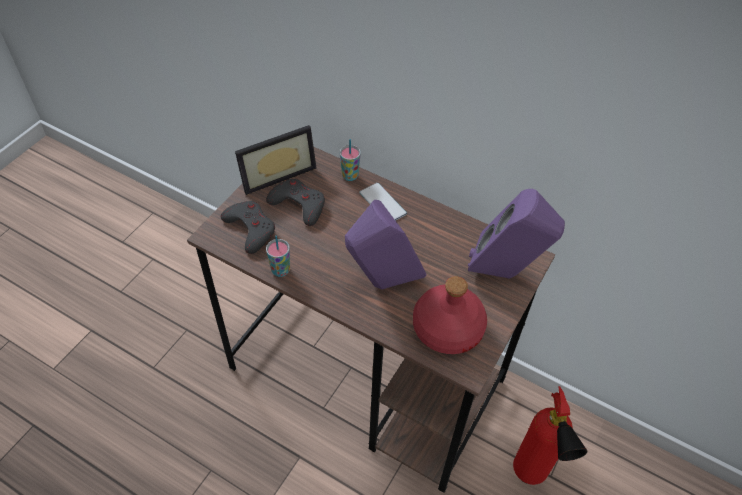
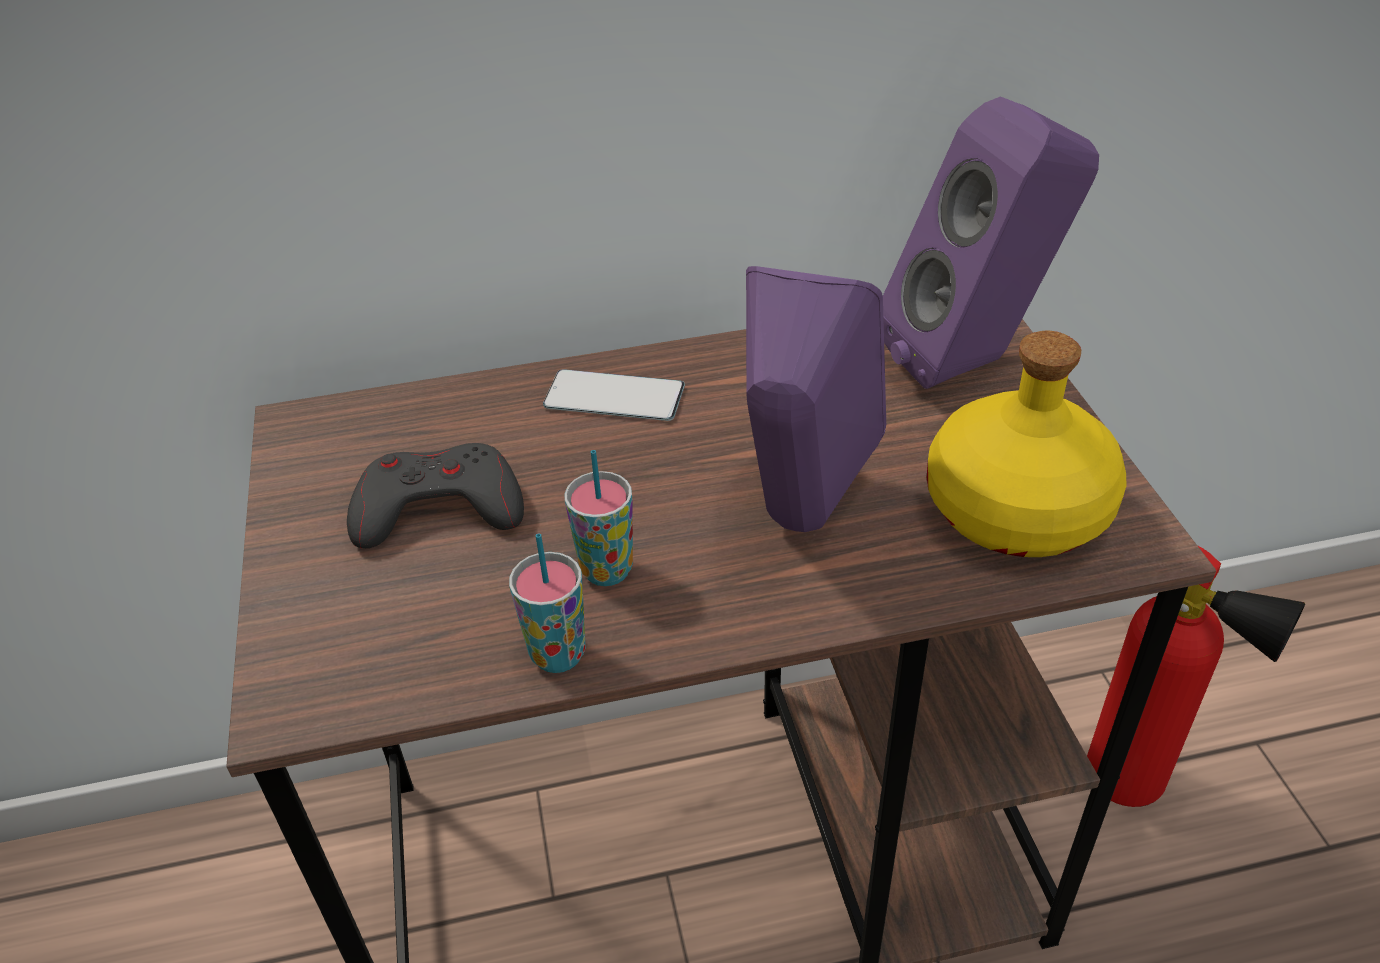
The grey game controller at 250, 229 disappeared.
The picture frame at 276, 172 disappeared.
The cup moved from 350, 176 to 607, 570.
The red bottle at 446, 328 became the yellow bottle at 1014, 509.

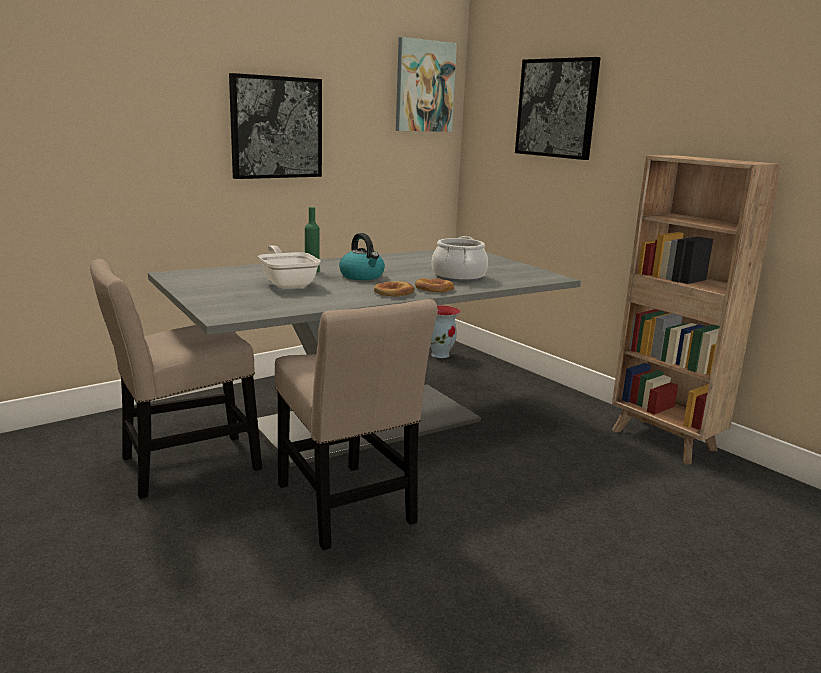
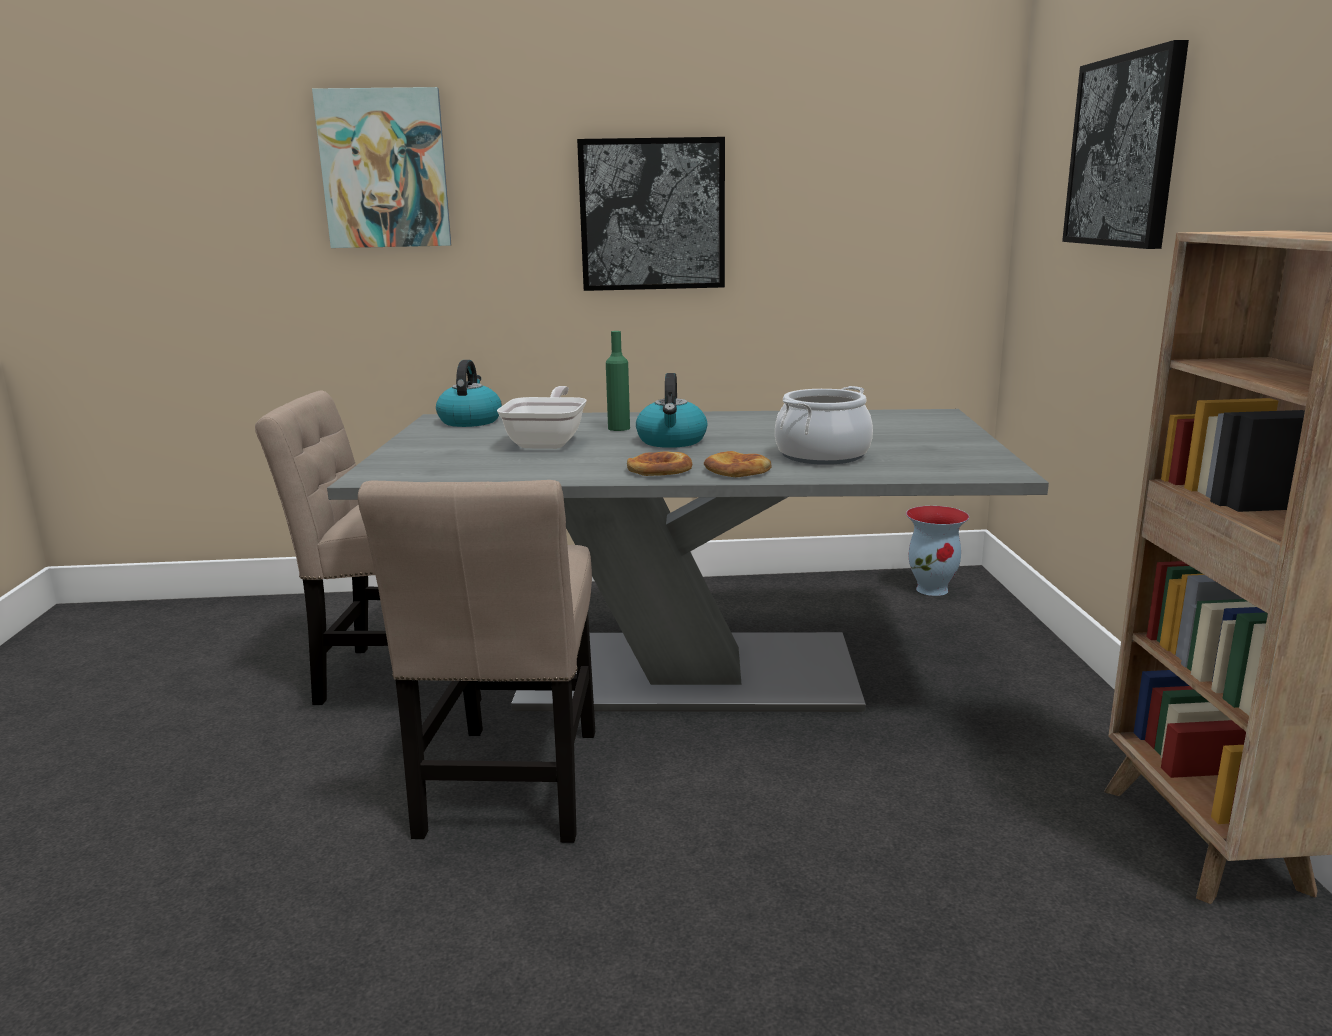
The kettle at 470, 421 appeared.
The picture moved from 424, 86 to 385, 169.

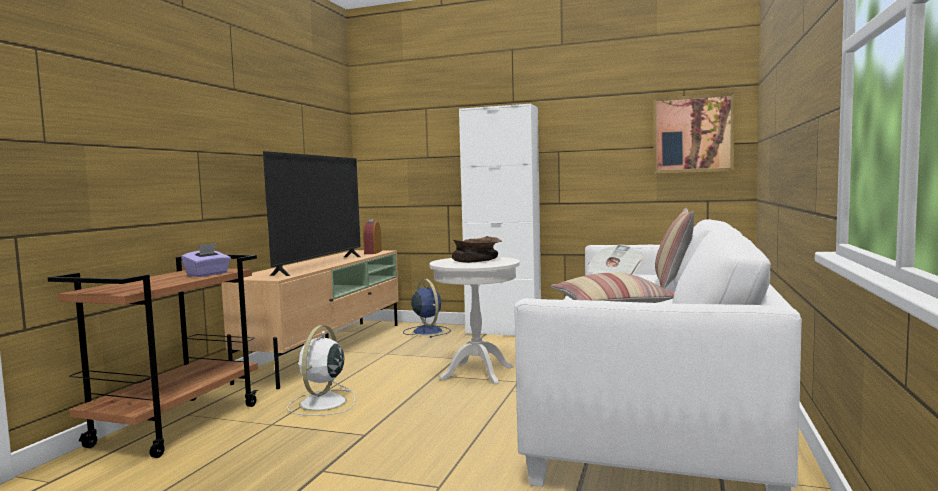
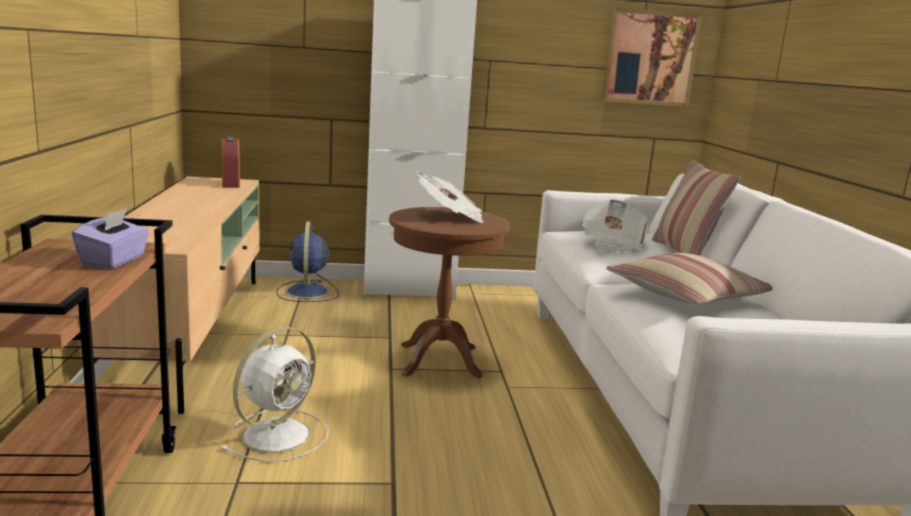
The television at 320, 265 disappeared.
The brown bowl at 477, 260 was replaced by the newspaper at 450, 217.
The white side table at 477, 373 became the brown side table at 440, 360.
The white fan at 322, 403 turned 135 degrees counterclockwise.
The blue fan at 427, 331 turned 135 degrees counterclockwise.

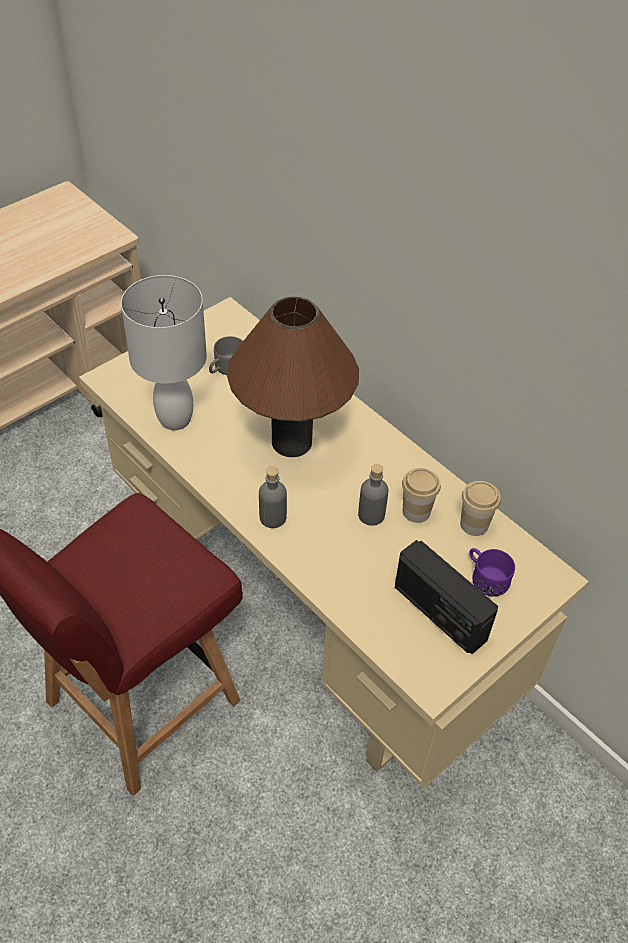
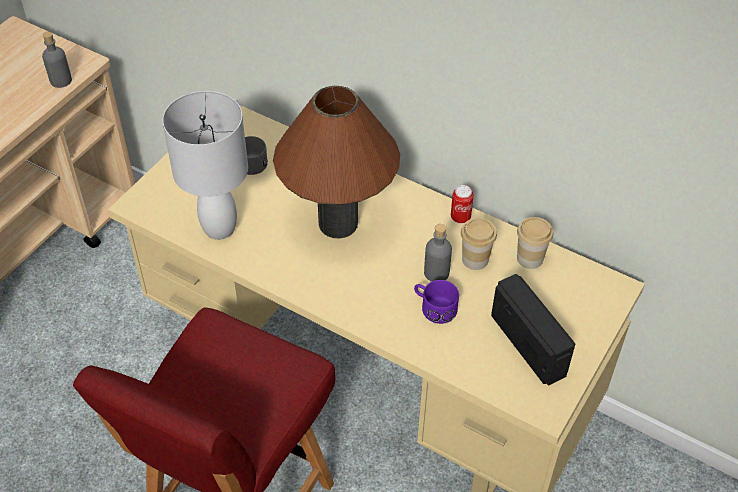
The can at 460, 217 appeared.
The grey bottle moved from 272, 517 to 61, 80.
The purple mug moved from 485, 577 to 434, 307.
The radio at 439, 612 turned 150 degrees counterclockwise.

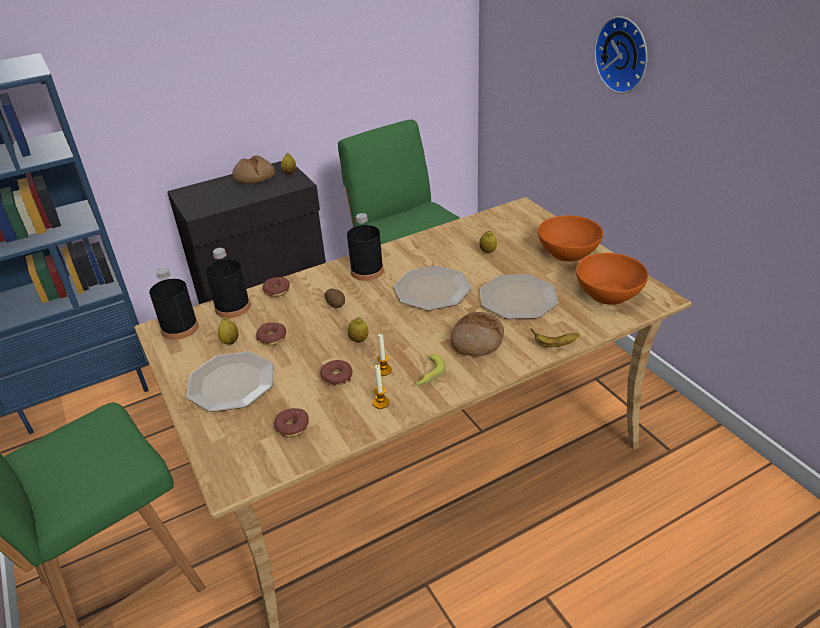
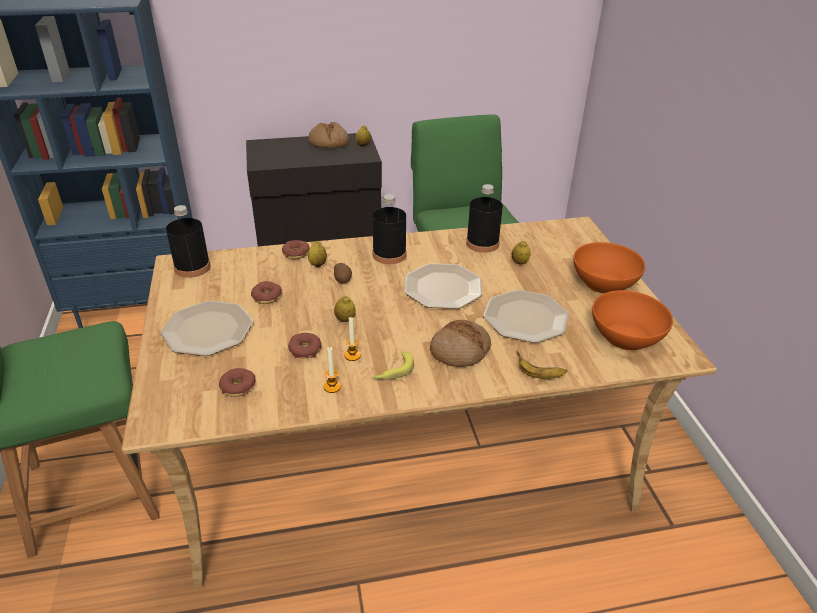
The wall clock at 624, 54 disappeared.
The black bottle moved from 233, 307 to 482, 243.
The lemon moved from 230, 341 to 318, 264.

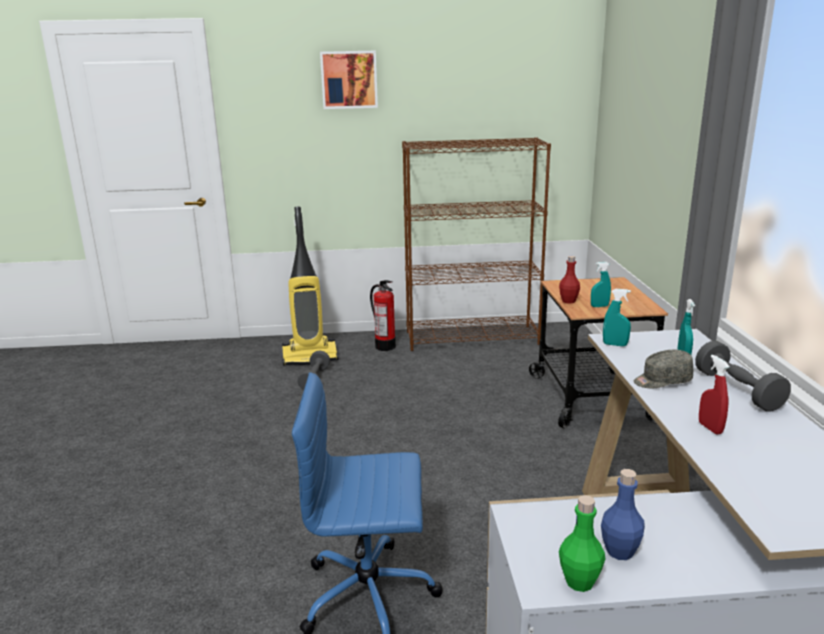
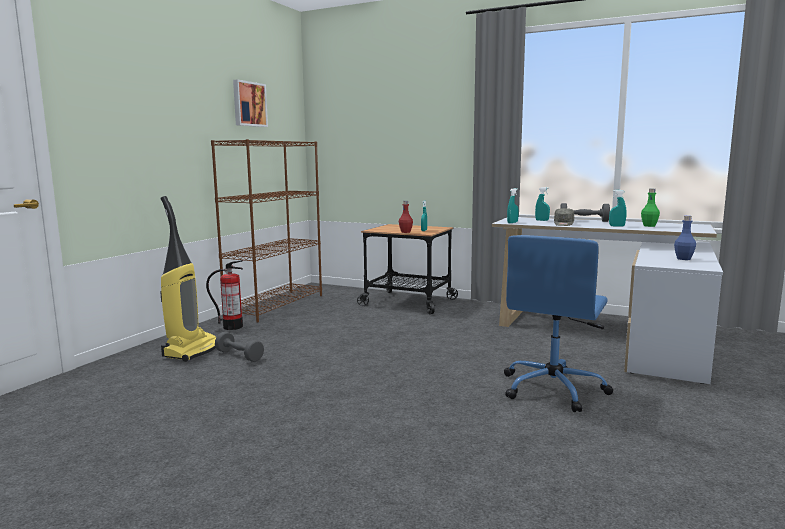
The picture moved from 349, 79 to 249, 104.
The green bottle moved from 579, 582 to 649, 226.
The red spray bottle at 710, 428 became the turquoise spray bottle at 616, 226.

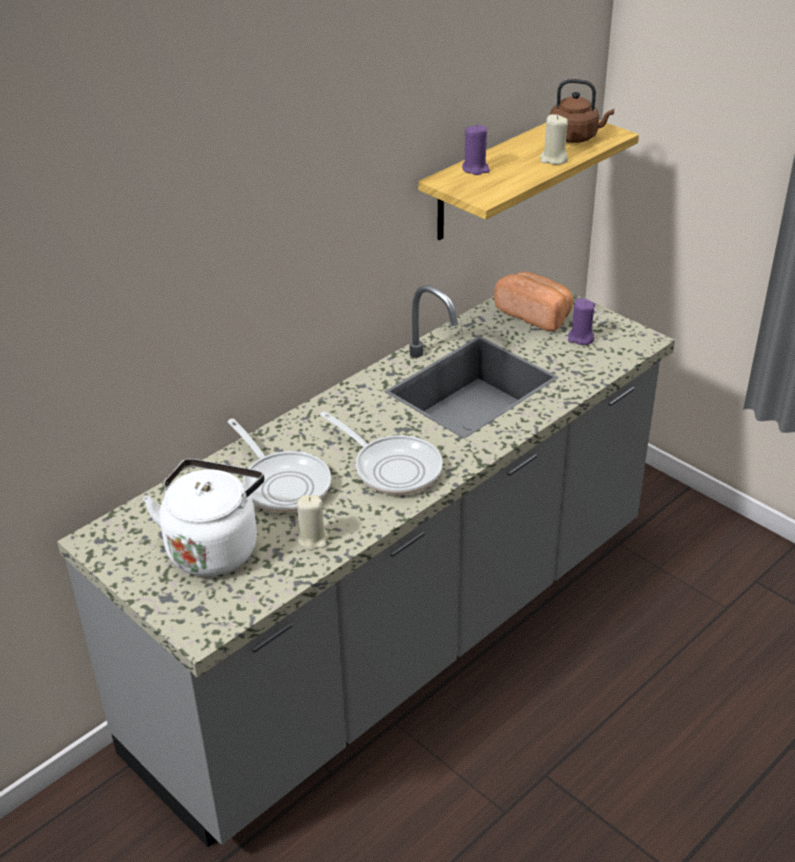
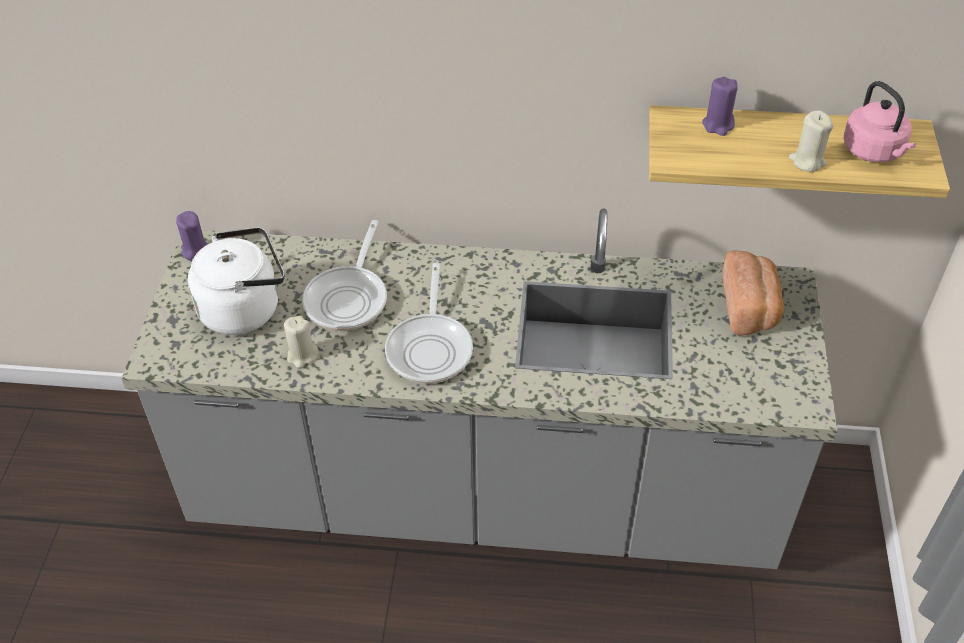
The purple candle moved from 580, 338 to 195, 250.
The brown kettle at 576, 137 became the pink kettle at 874, 152.

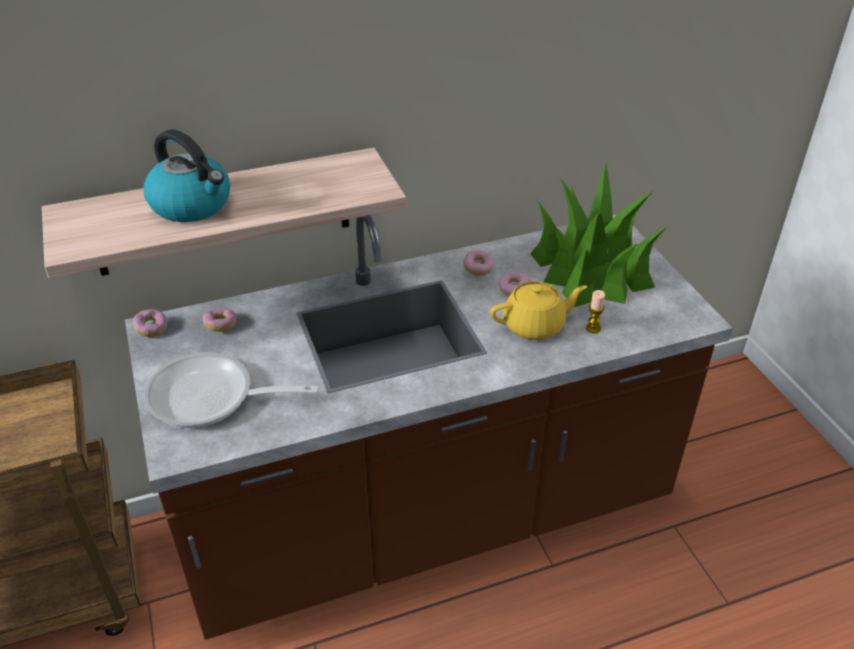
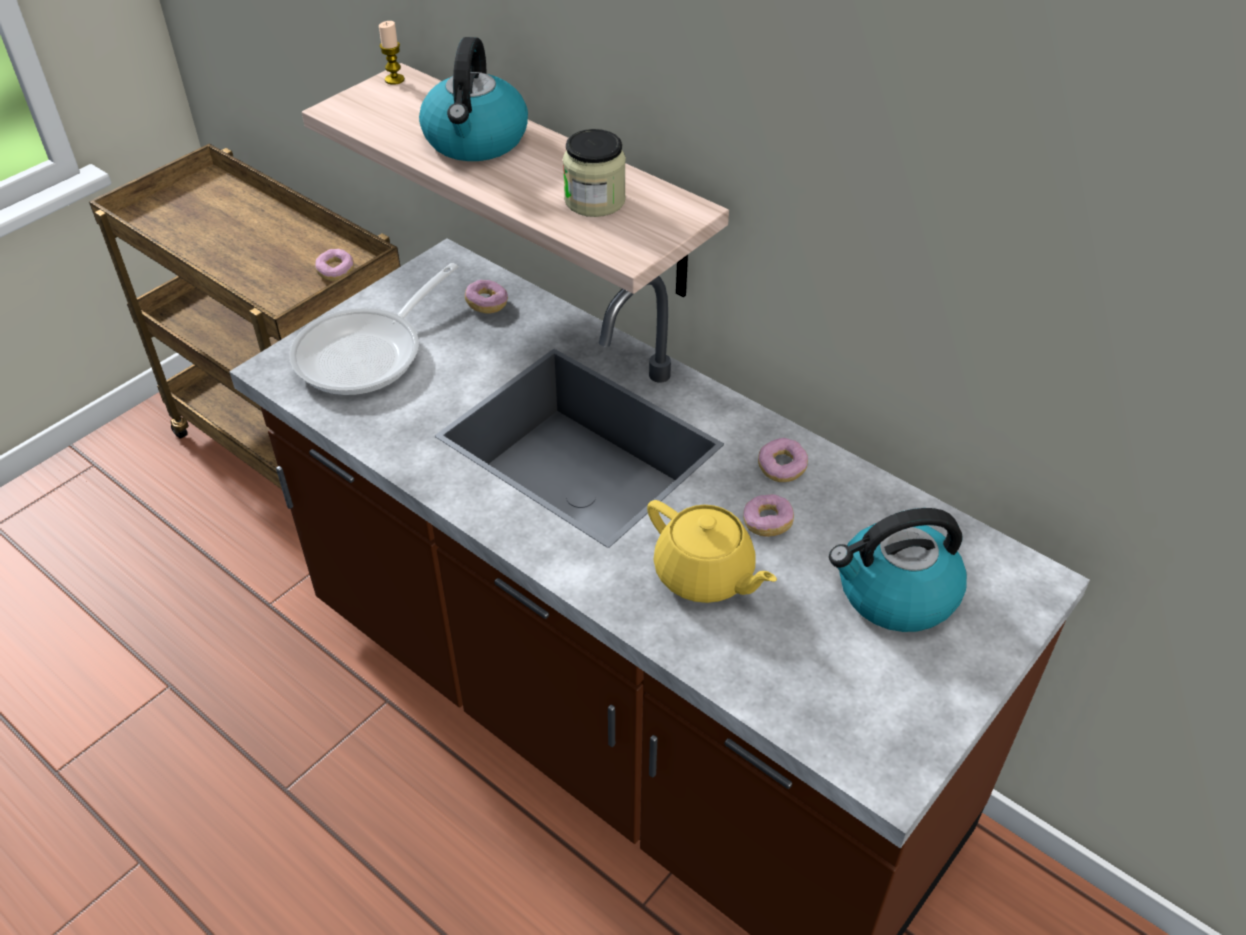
The jar at 595, 201 appeared.
The donut moved from 151, 329 to 336, 272.
The candle moved from 593, 328 to 394, 79.
The potted plant at 591, 270 was replaced by the kettle at 895, 593.
The frying pan at 210, 398 turned 120 degrees counterclockwise.

